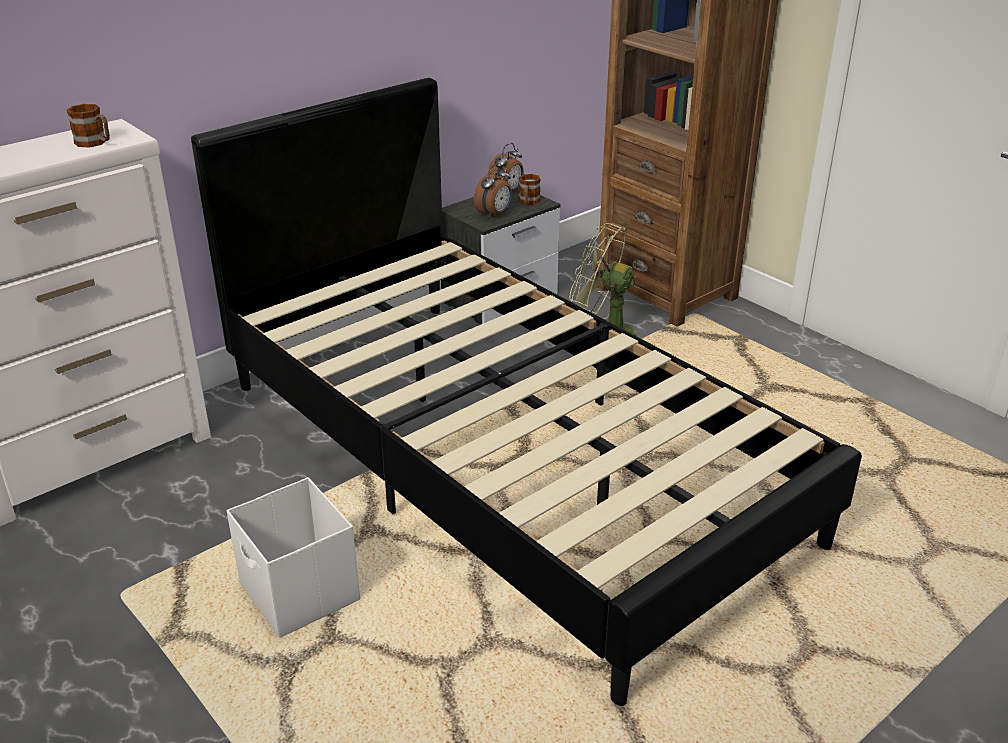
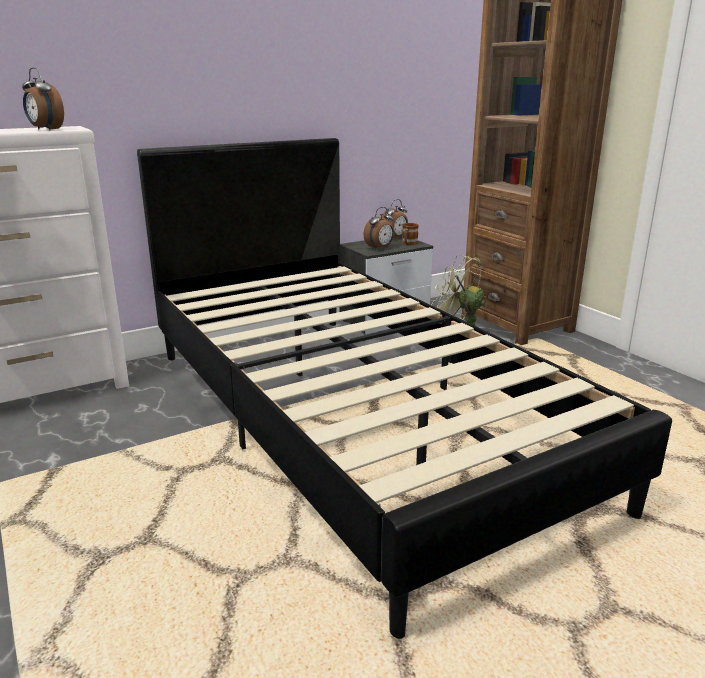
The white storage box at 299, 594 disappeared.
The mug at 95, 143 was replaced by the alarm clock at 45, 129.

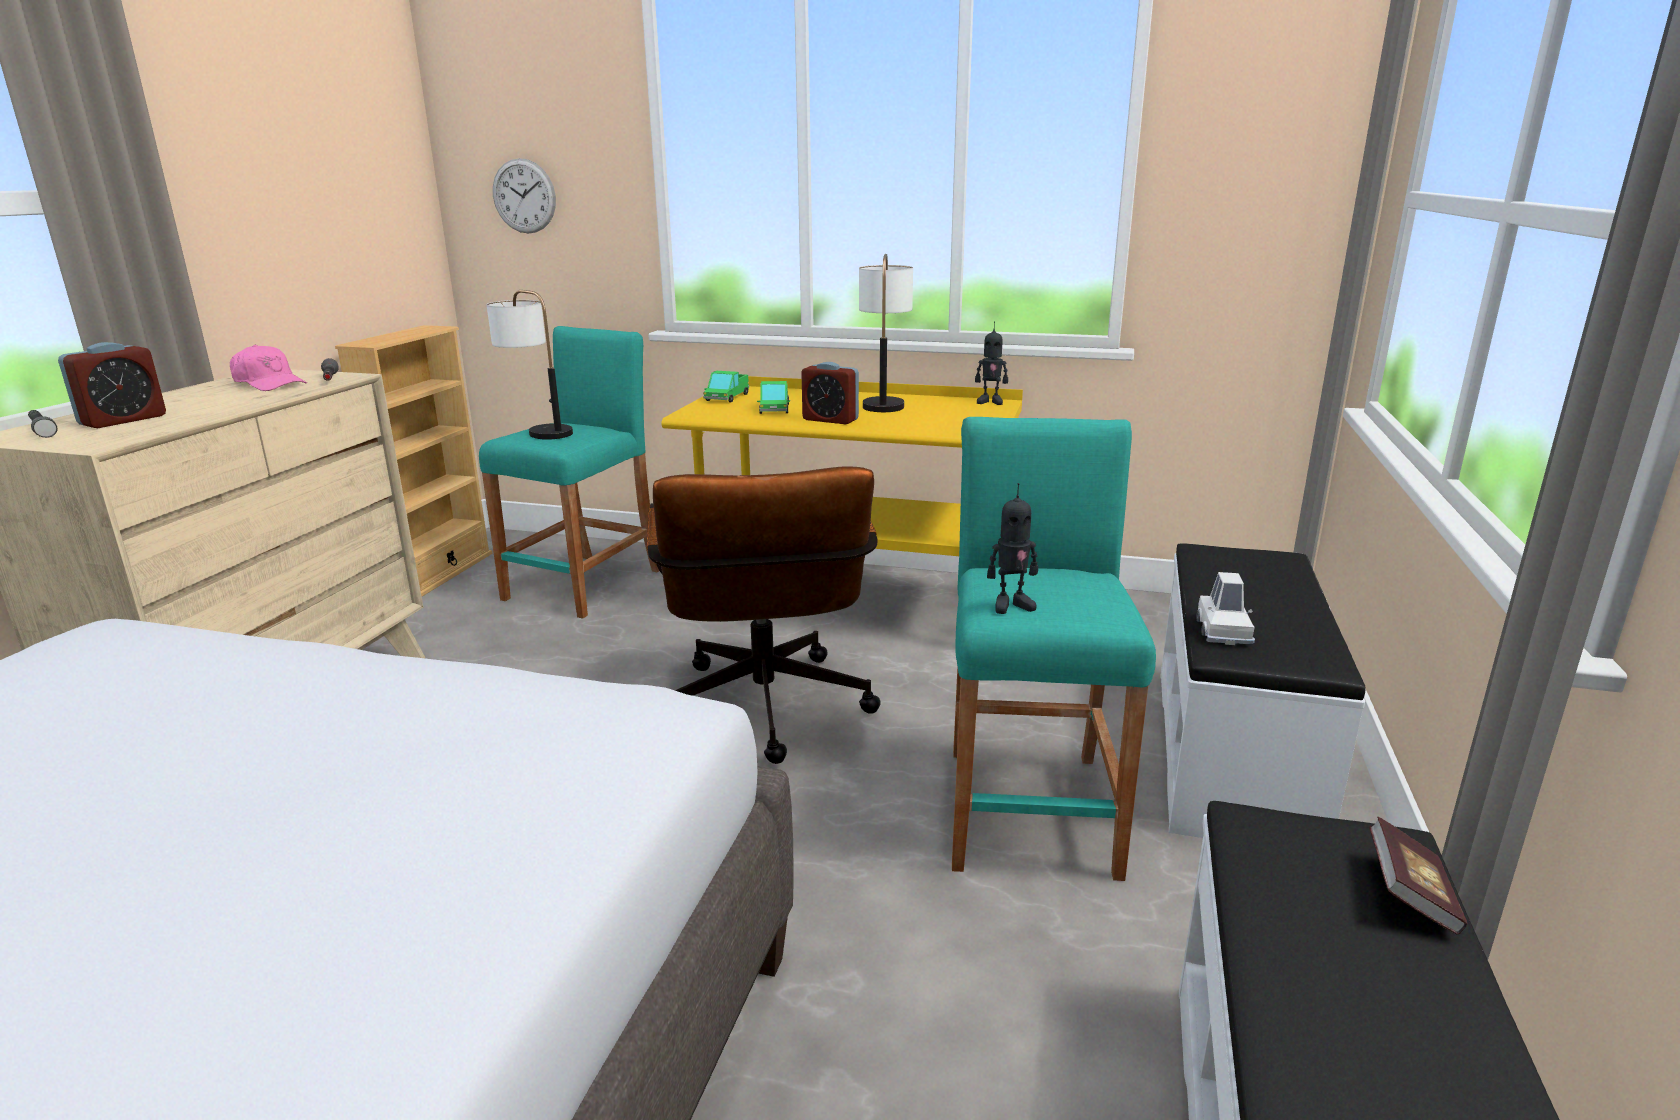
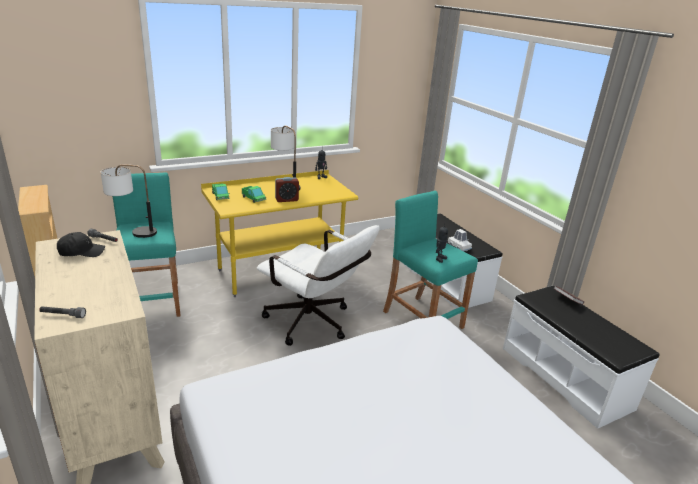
The alarm clock at 123, 420 disappeared.
The wall clock at 524, 196 disappeared.
The pink cap at 269, 384 became the black cap at 81, 252.
The brown office chair at 766, 716 became the white office chair at 314, 324.

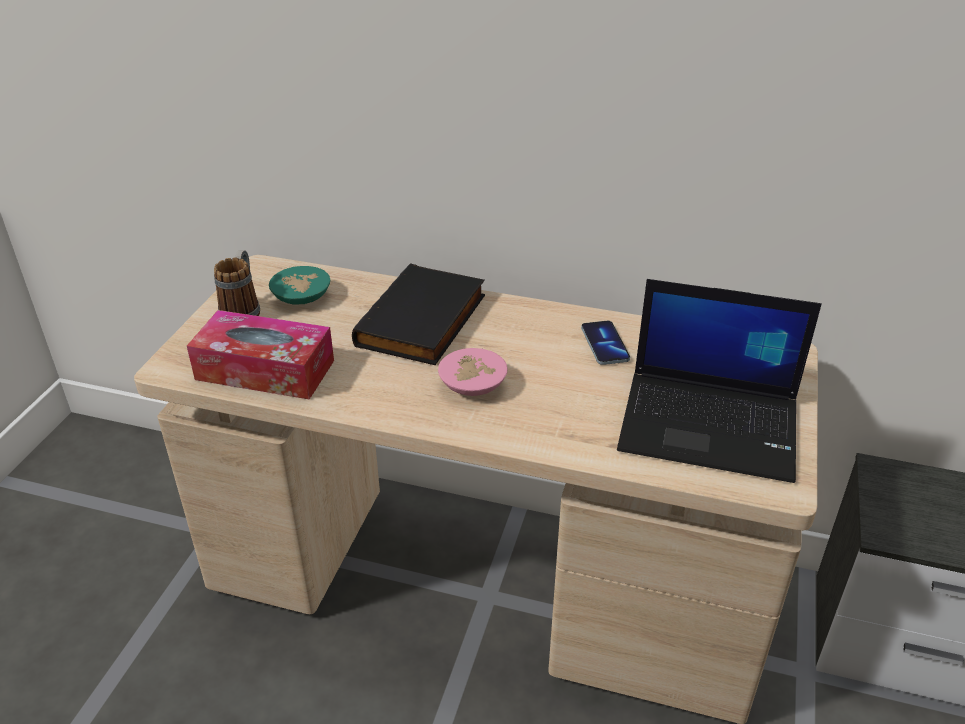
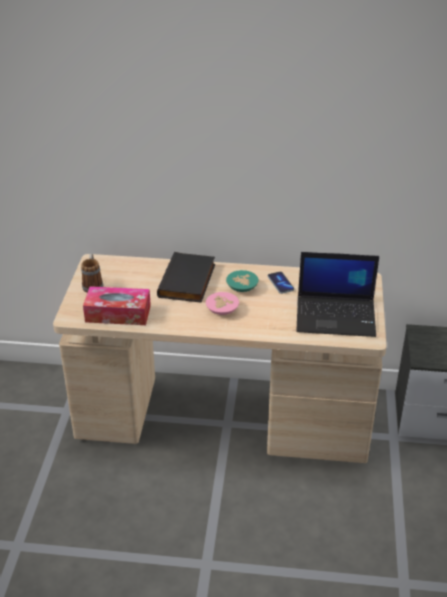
The turquoise bowl moved from 302, 298 to 242, 288.

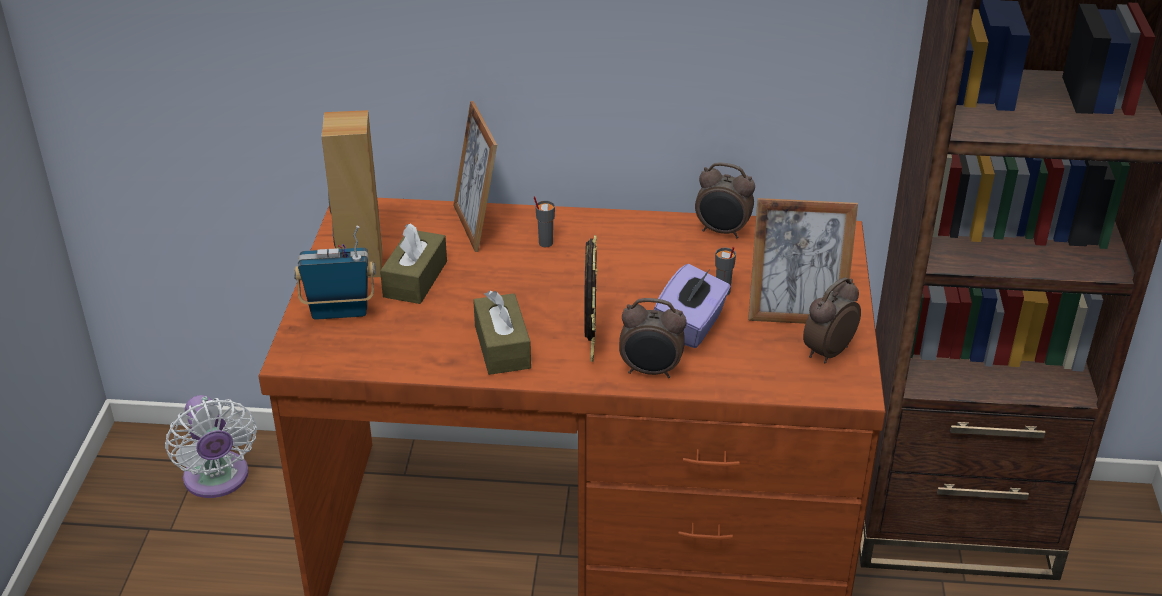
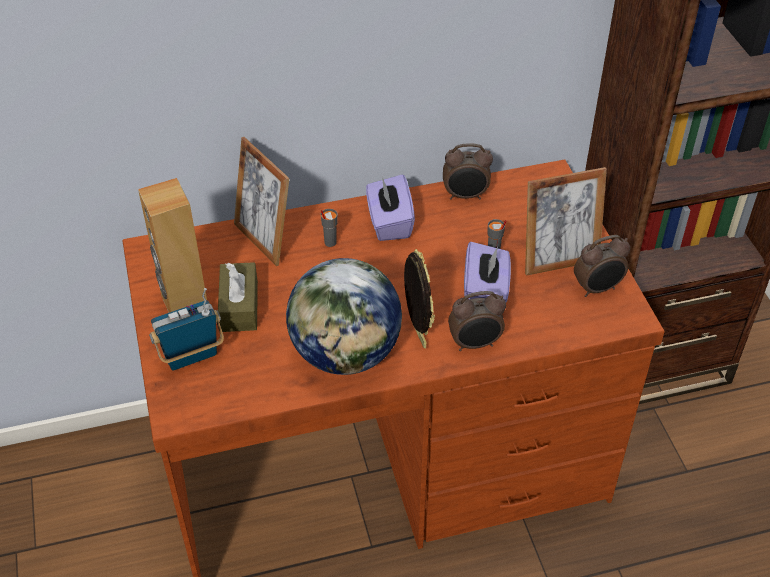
The white fan at 218, 480 disappeared.
The purple tissue box at 389, 223 appeared.
The brown tissue box at 502, 347 was replaced by the globe at 346, 353.
The alarm clock at 826, 352 turned 135 degrees counterclockwise.

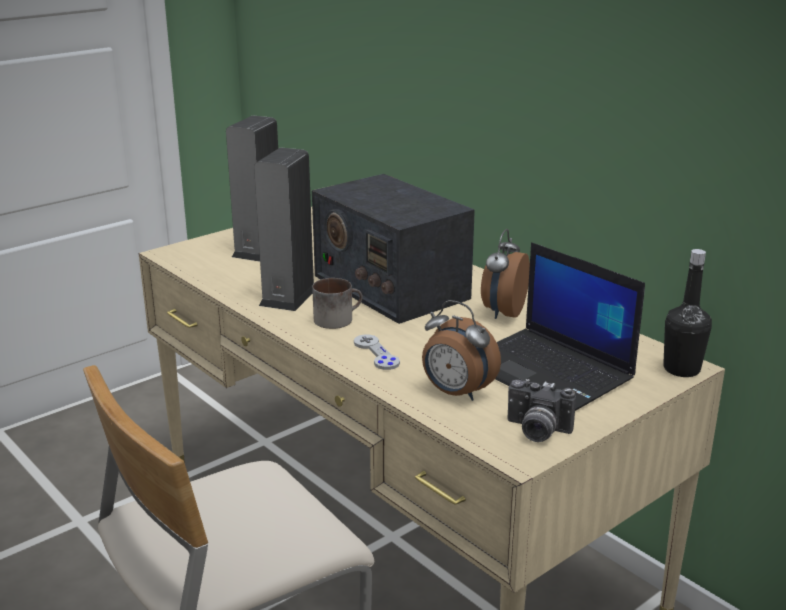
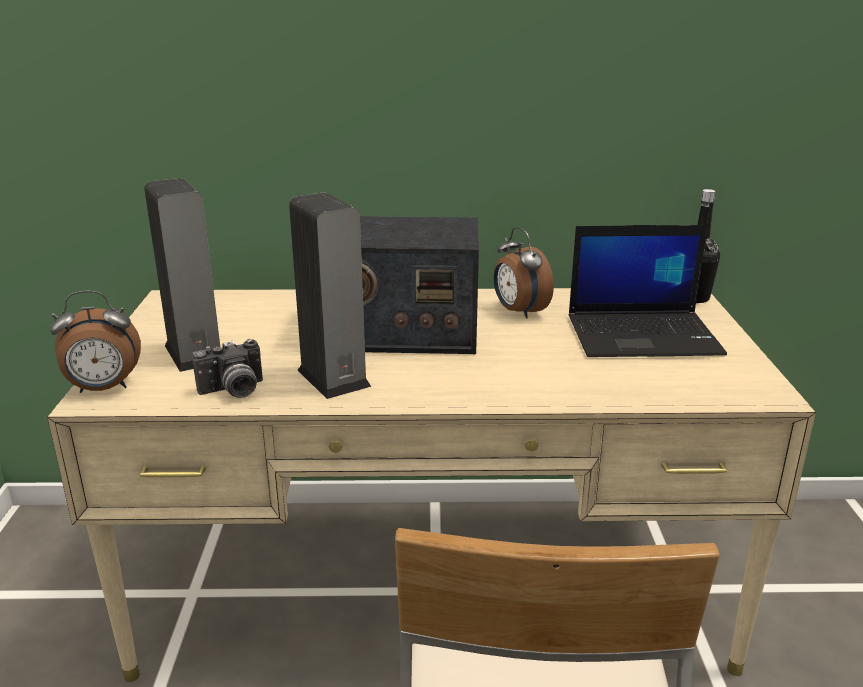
The mug at 337, 318 disappeared.
The grey game controller at 376, 353 disappeared.
The alarm clock moved from 456, 393 to 103, 389.
The photo camera moved from 536, 431 to 233, 391.

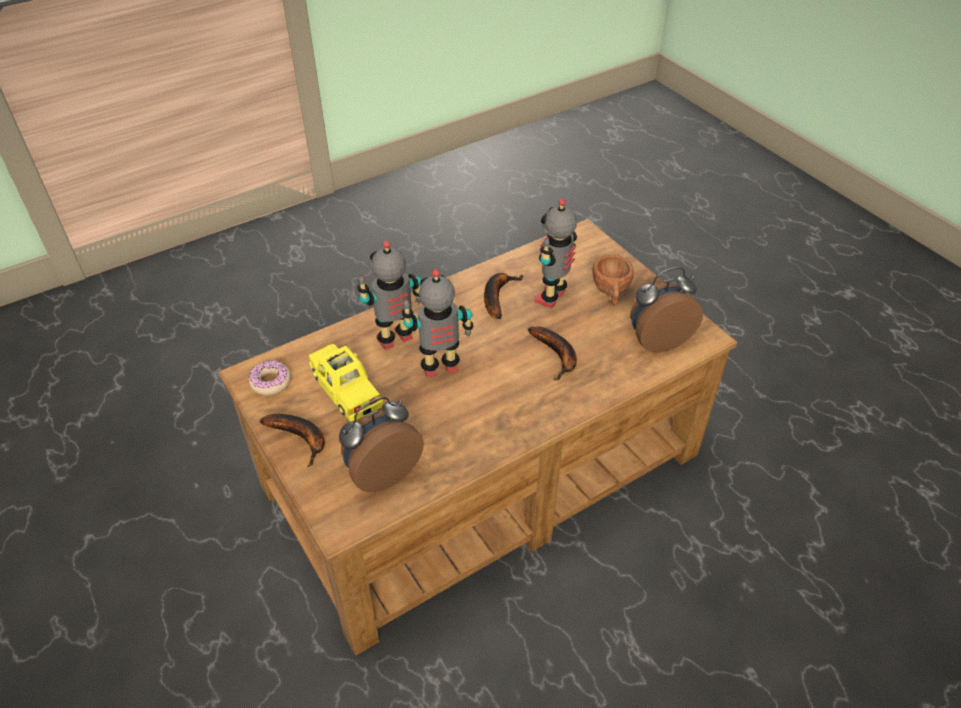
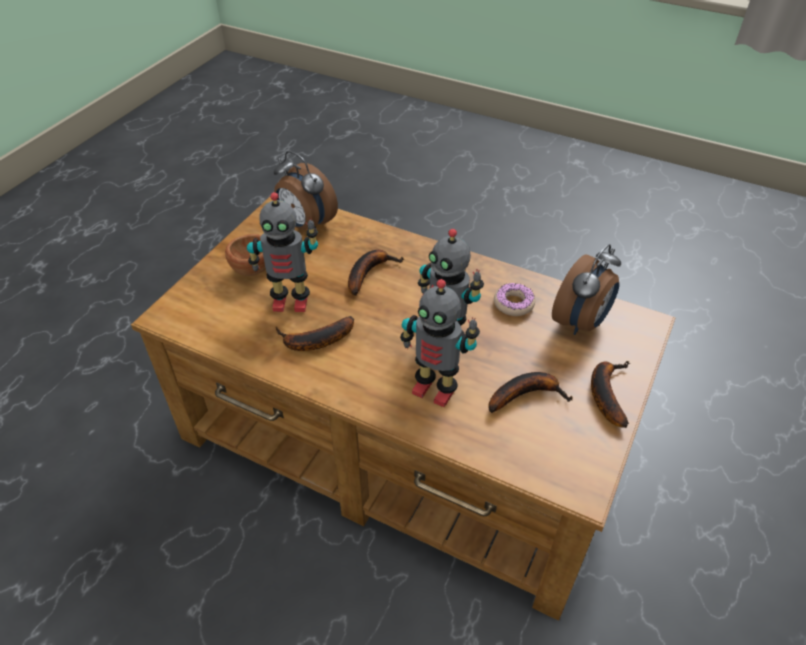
The donut moved from 271, 382 to 513, 304.
The yellow toy car at 345, 389 was replaced by the banana at 527, 394.
The alarm clock at 382, 472 turned 75 degrees counterclockwise.

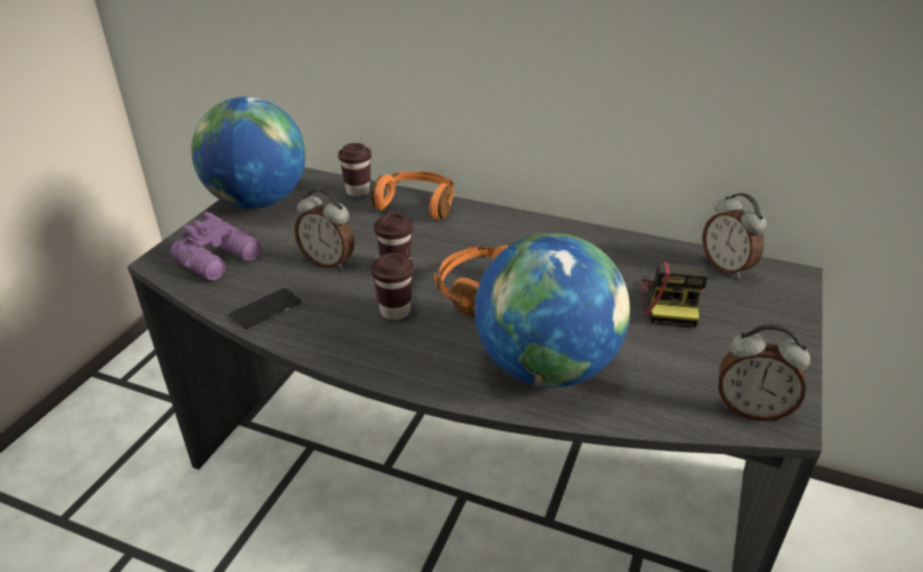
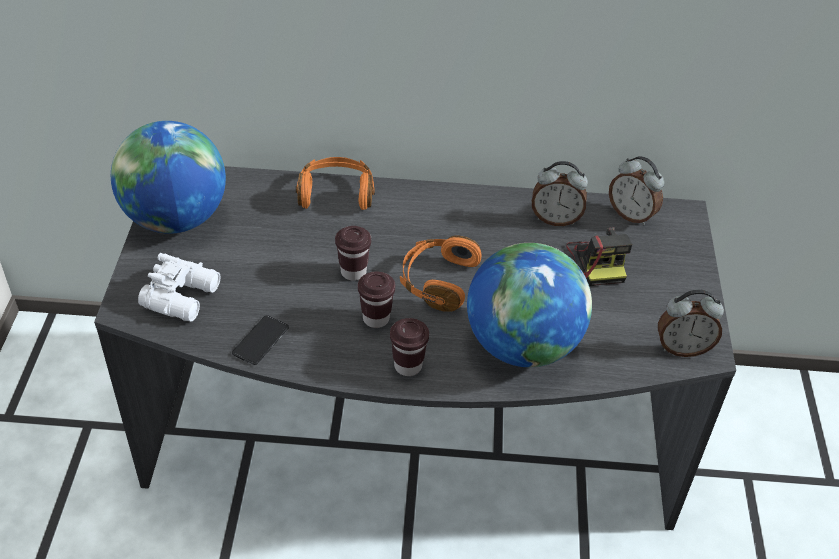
The alarm clock moved from 329, 262 to 555, 219.
The brown cup moved from 358, 191 to 408, 366.
The purple binoculars at 221, 260 became the white binoculars at 183, 296.

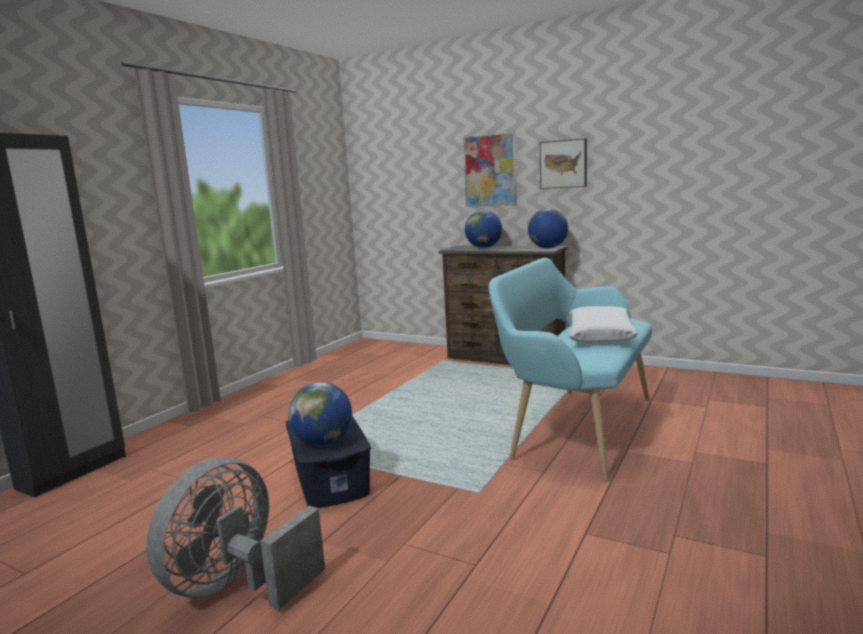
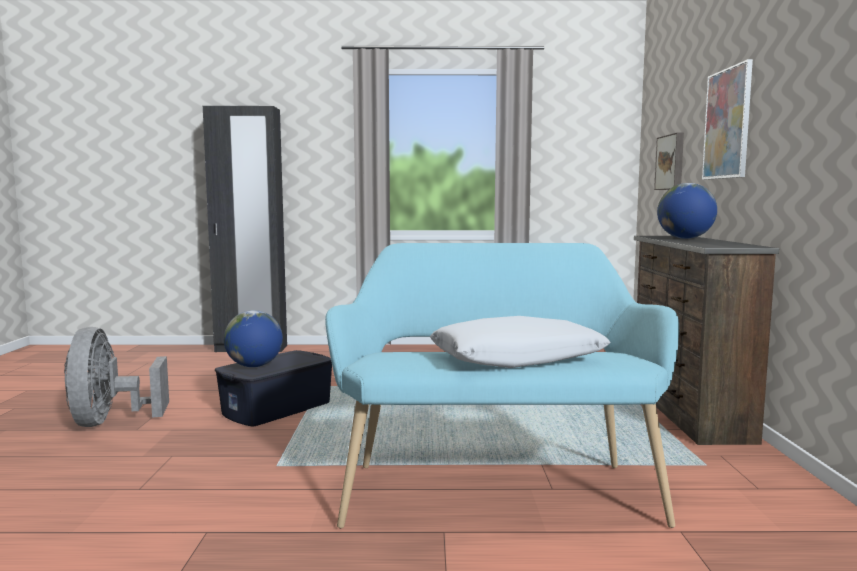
The globe at 548, 248 disappeared.
The picture moved from 563, 164 to 671, 162.
The grey fan at 238, 585 turned 105 degrees counterclockwise.

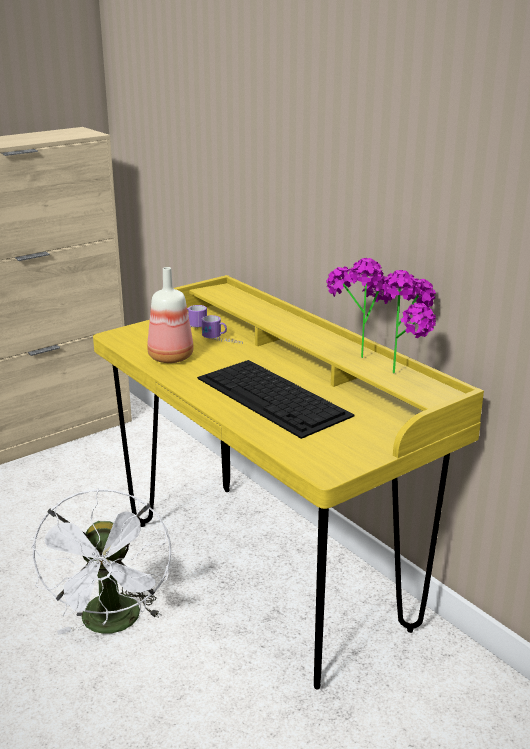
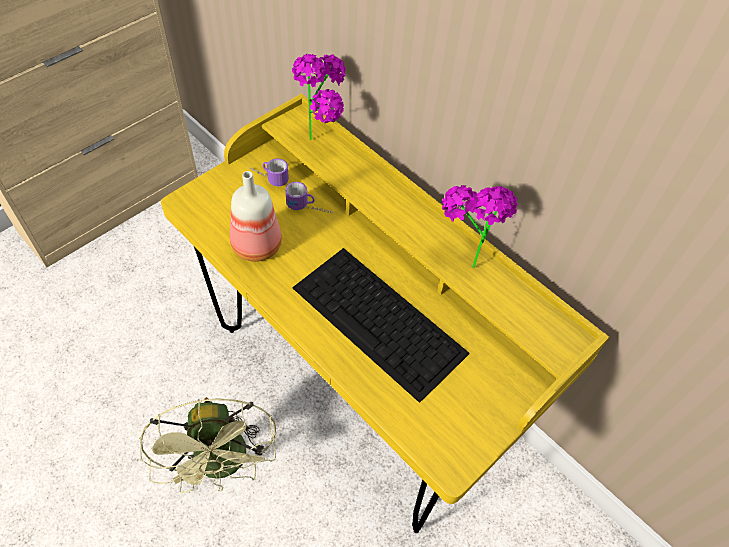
The potted plant moved from 407, 373 to 323, 139.
The white fan at 113, 624 became the green fan at 224, 465.

